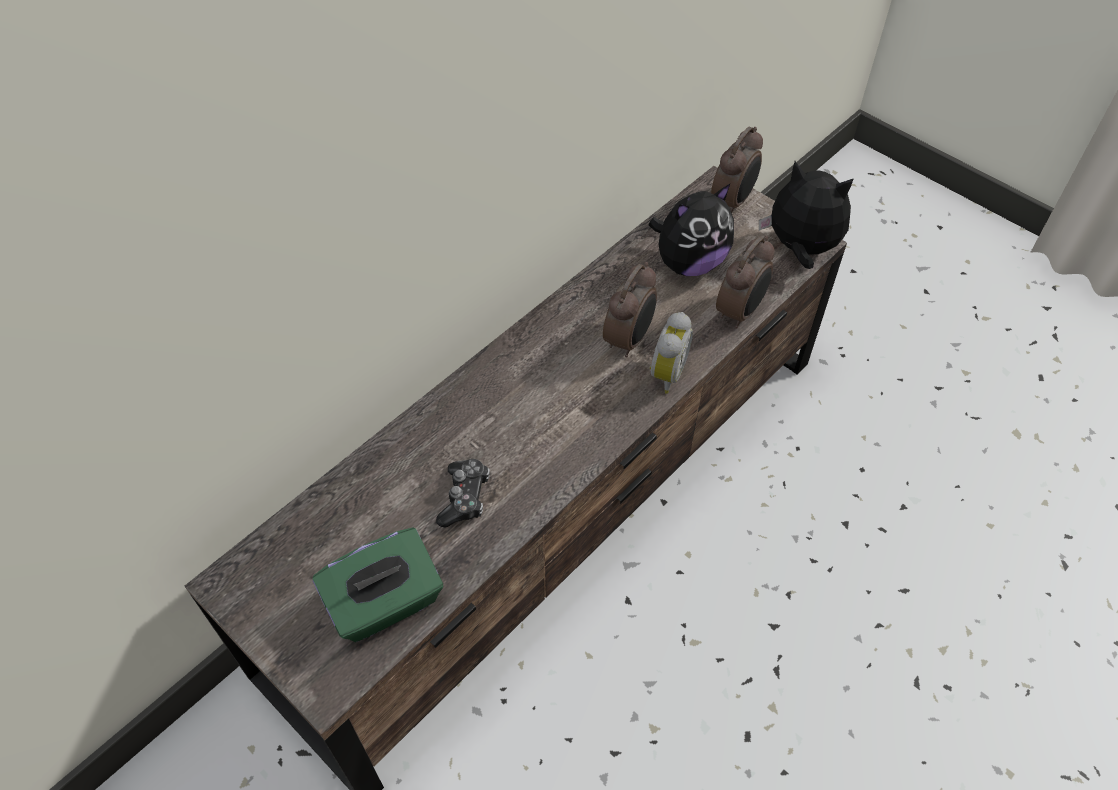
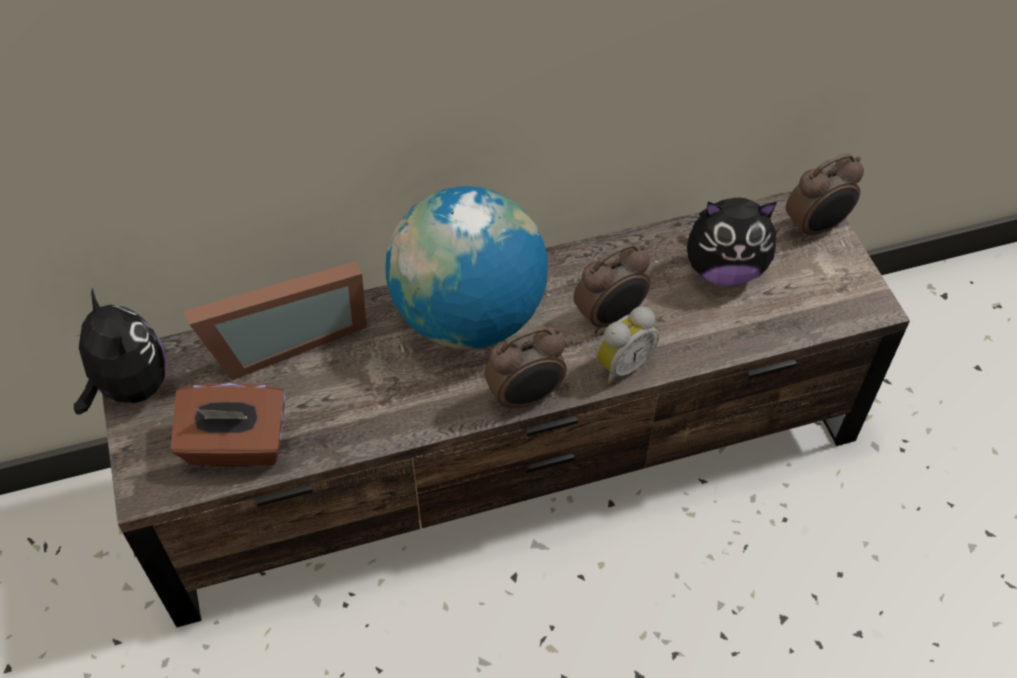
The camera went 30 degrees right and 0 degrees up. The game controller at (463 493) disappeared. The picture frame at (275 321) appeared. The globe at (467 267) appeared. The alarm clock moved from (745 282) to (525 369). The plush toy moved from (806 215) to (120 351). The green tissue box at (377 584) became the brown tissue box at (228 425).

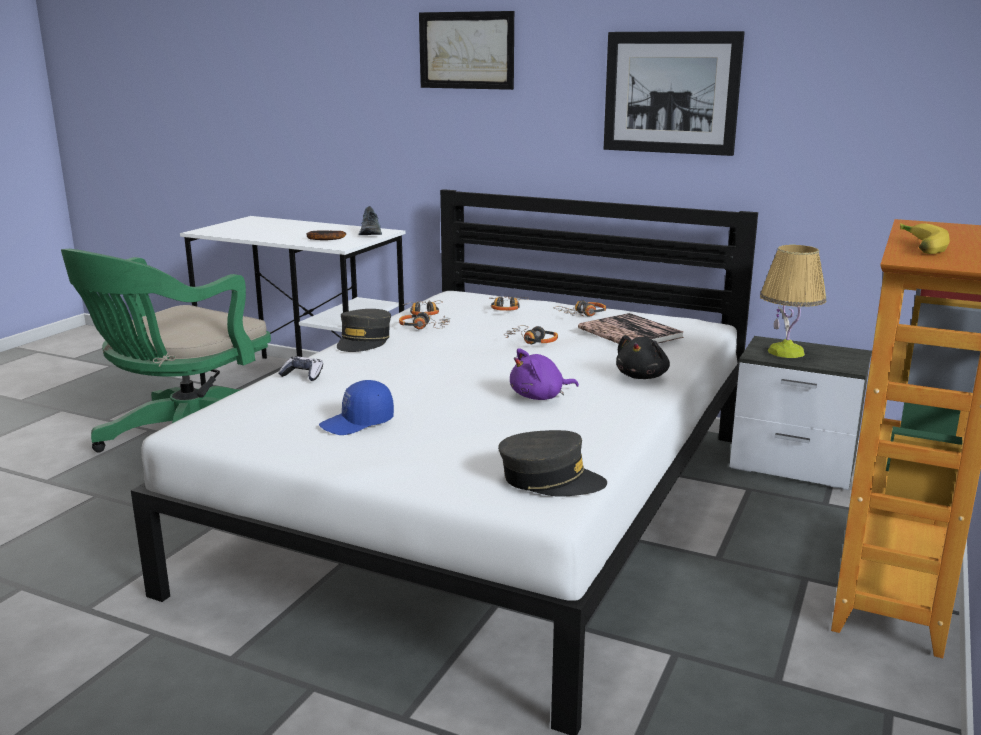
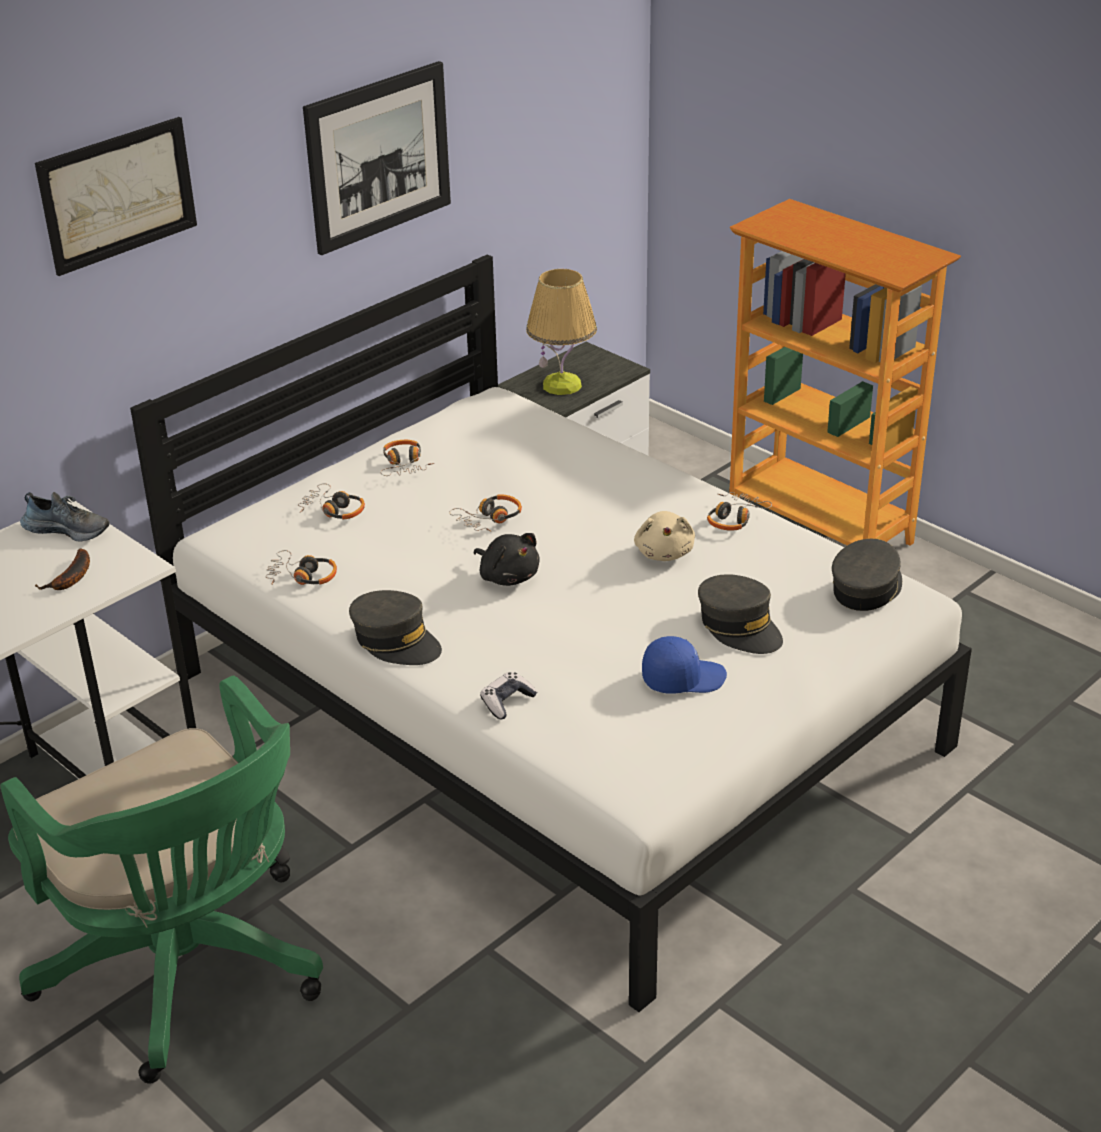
The camera went 70 degrees left and 15 degrees up. The book at (631 328) disappeared. The banana at (925 238) disappeared. The grey cap at (740 614) appeared. The headphones moved from (424 320) to (739 511). The black plush toy moved from (643 357) to (507 559). The purple plush toy at (544 374) became the beige plush toy at (664 536). The blue cap at (356 407) turned 90 degrees counterclockwise.

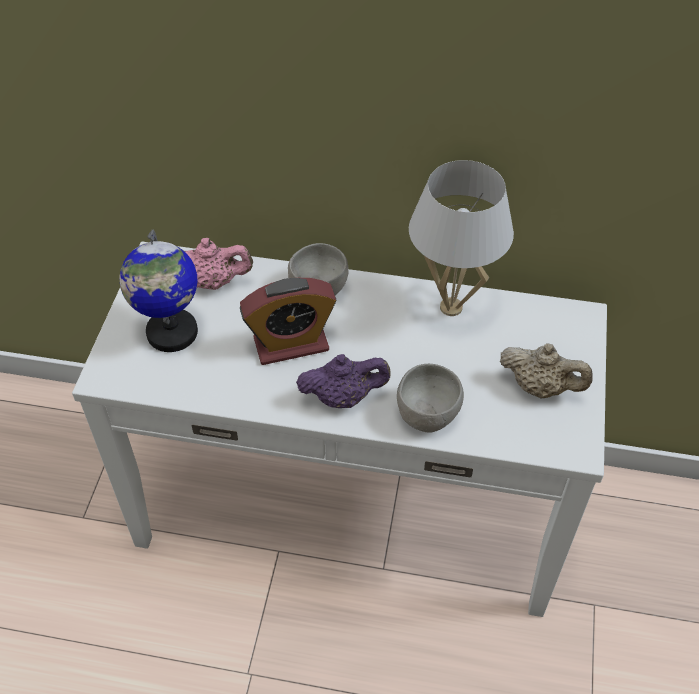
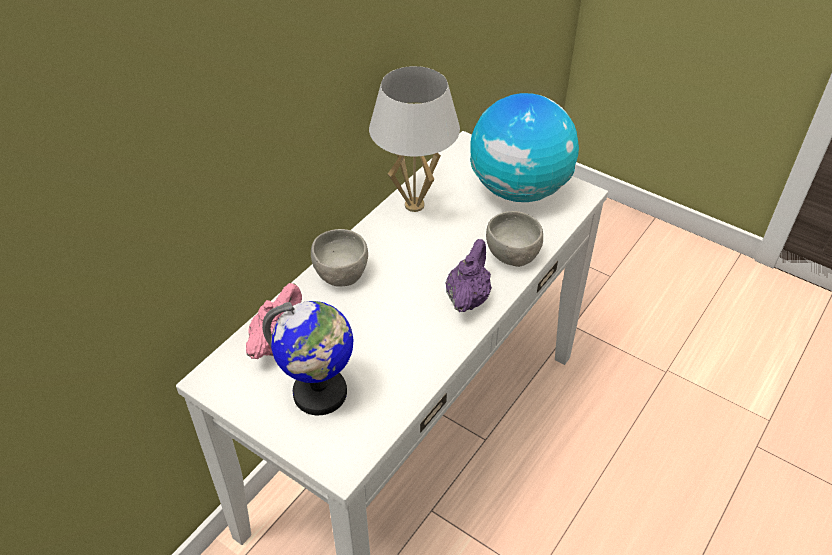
The camera went 65 degrees left and 5 degrees down. The alarm clock at (288 321) disappeared. The beige teapot at (546 370) was replaced by the globe at (524 147).

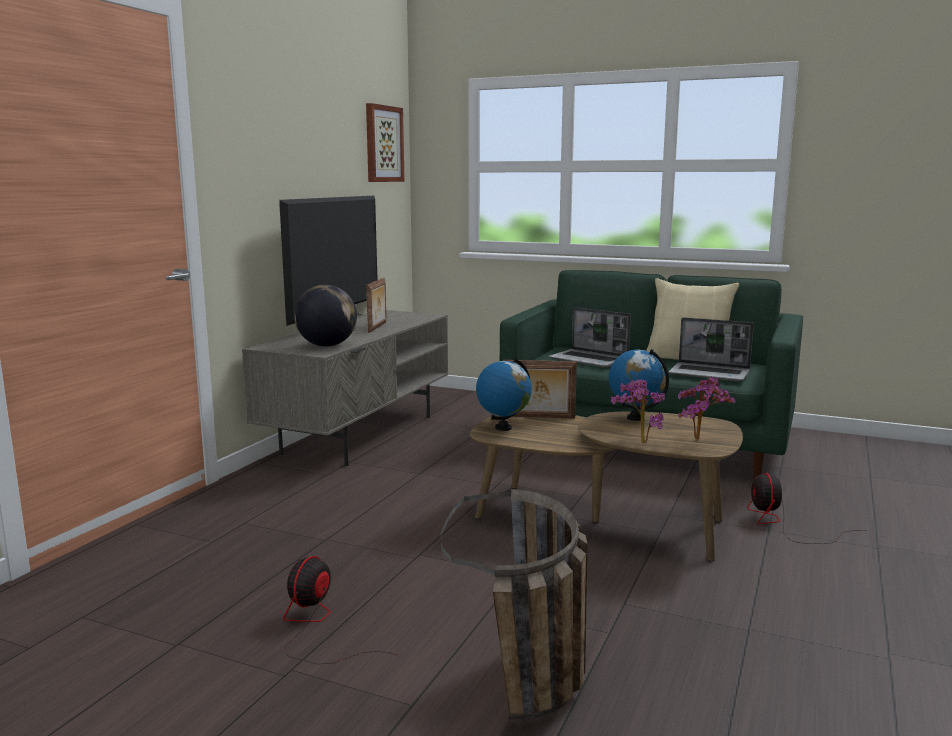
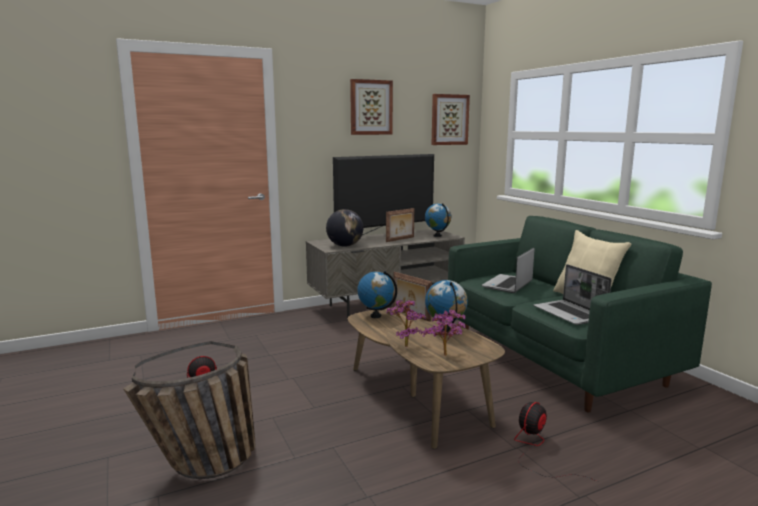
The camera went 40 degrees right and 0 degrees up. The picture at (371 107) appeared. The globe at (438 220) appeared. The laptop at (589 337) turned 45 degrees clockwise.

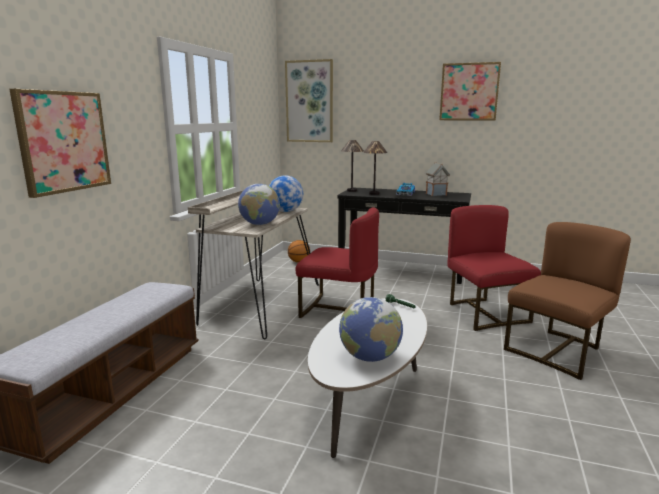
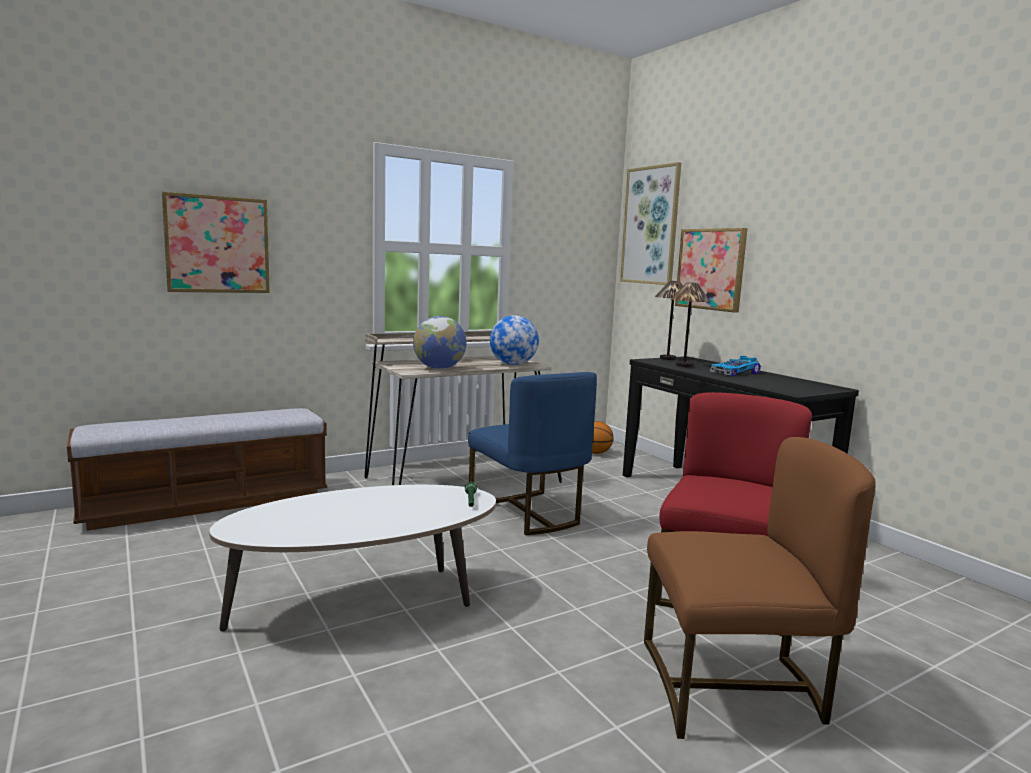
The camera went 40 degrees right and 5 degrees down. The globe at (371 329) disappeared. The toy house at (438 179) disappeared. The picture moved from (470 91) to (711 270). The red chair at (337 263) became the blue chair at (532 453).

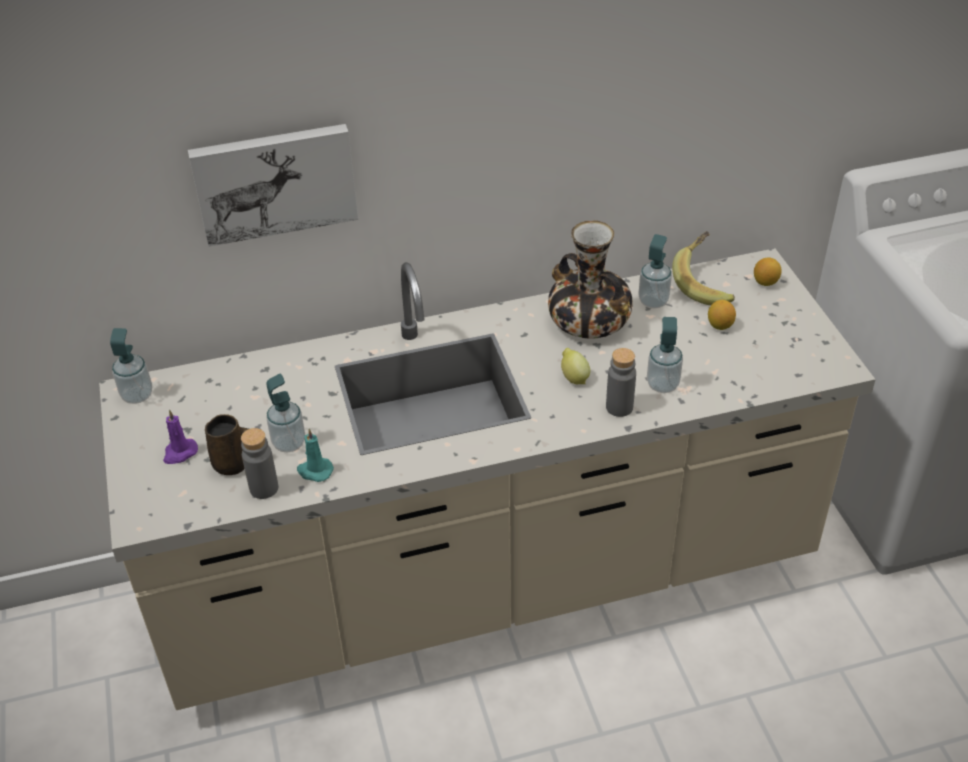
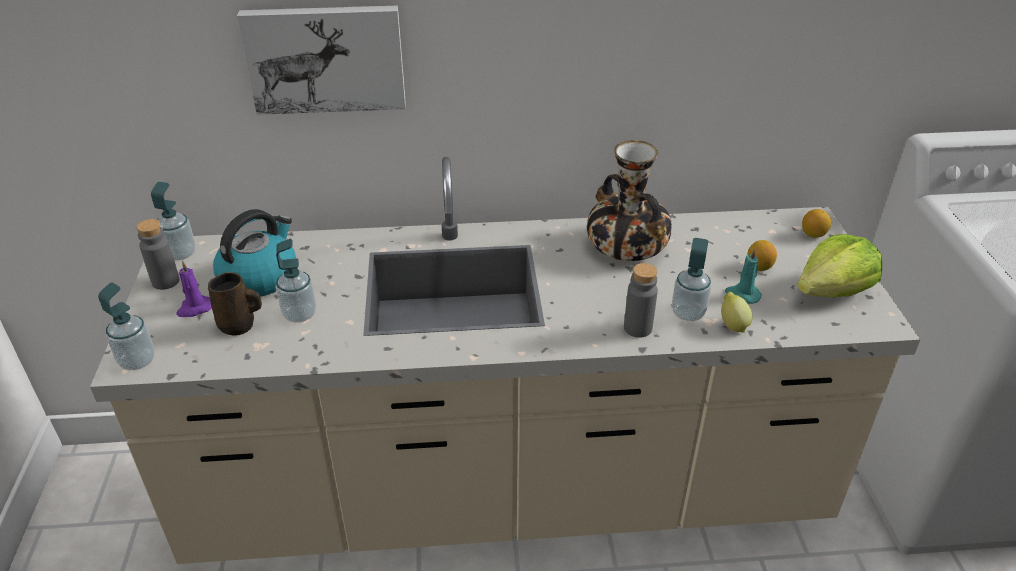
The camera went 10 degrees right and 5 degrees down. The banana at (703 268) disappeared. The kettle at (254 252) appeared. The lettuce at (839 266) appeared. The grey bottle moved from (259 463) to (158 254). The turquoise candle moved from (315 455) to (743 276). The lemon moved from (575 366) to (737 312). The soap dispenser moved from (655 271) to (126 326).

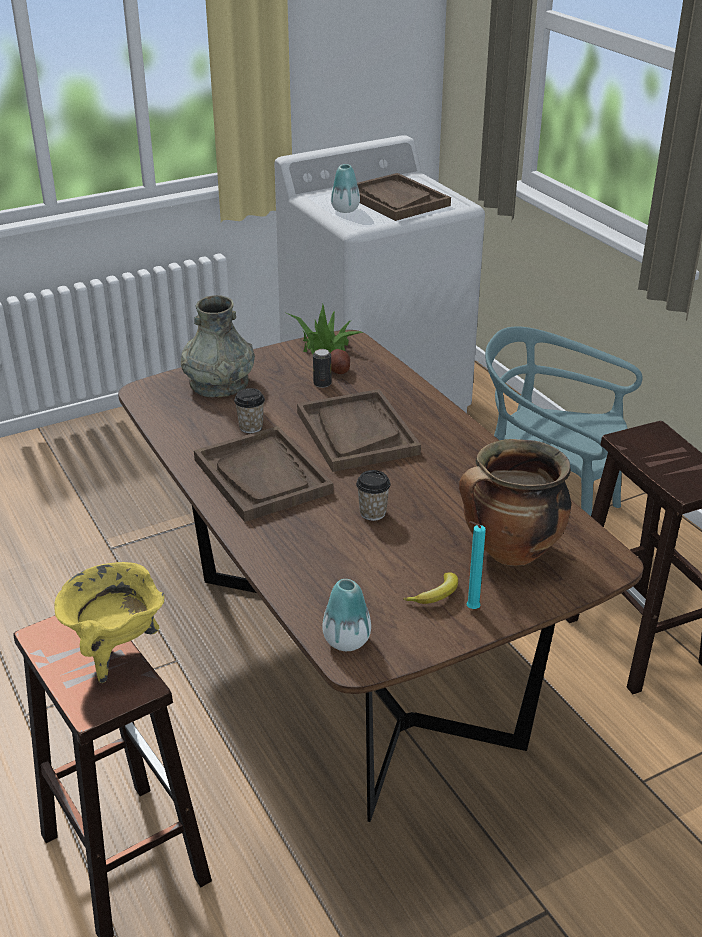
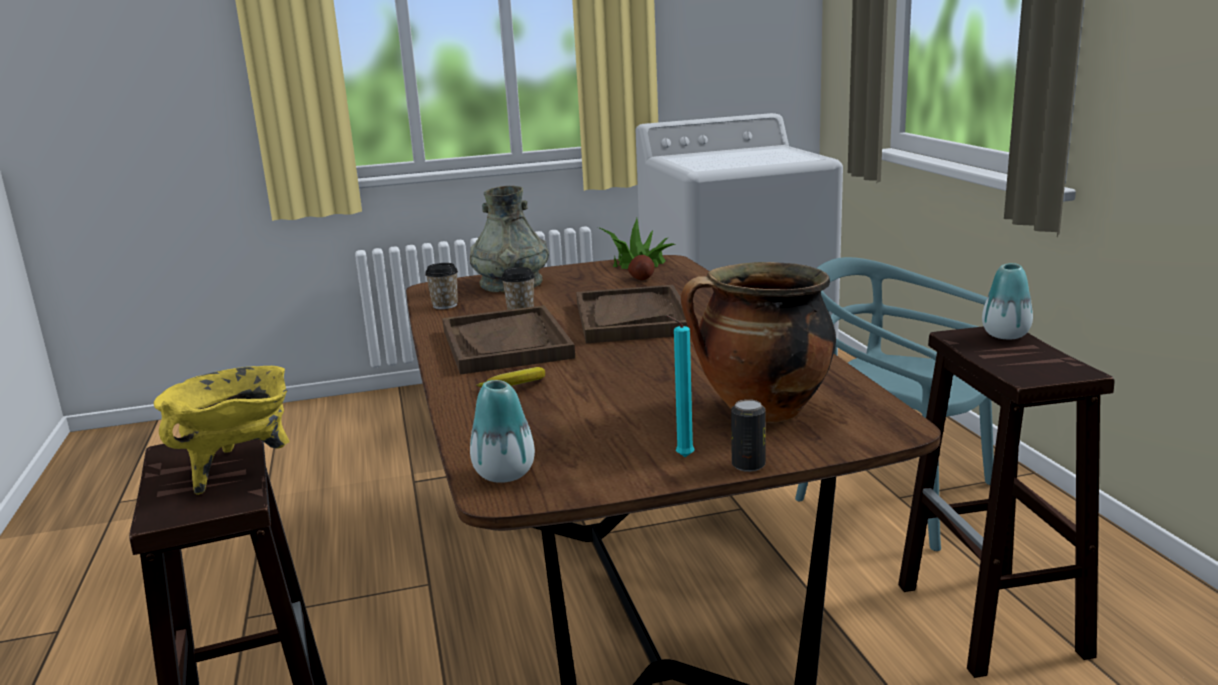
The camera went 15 degrees right and 15 degrees down. The brown tray at (404 197) disappeared. The can moved from (322 368) to (748 435). The vase moved from (345 188) to (1007 301). The cup moved from (373 495) to (441 286). The banana moved from (430 588) to (510 377).

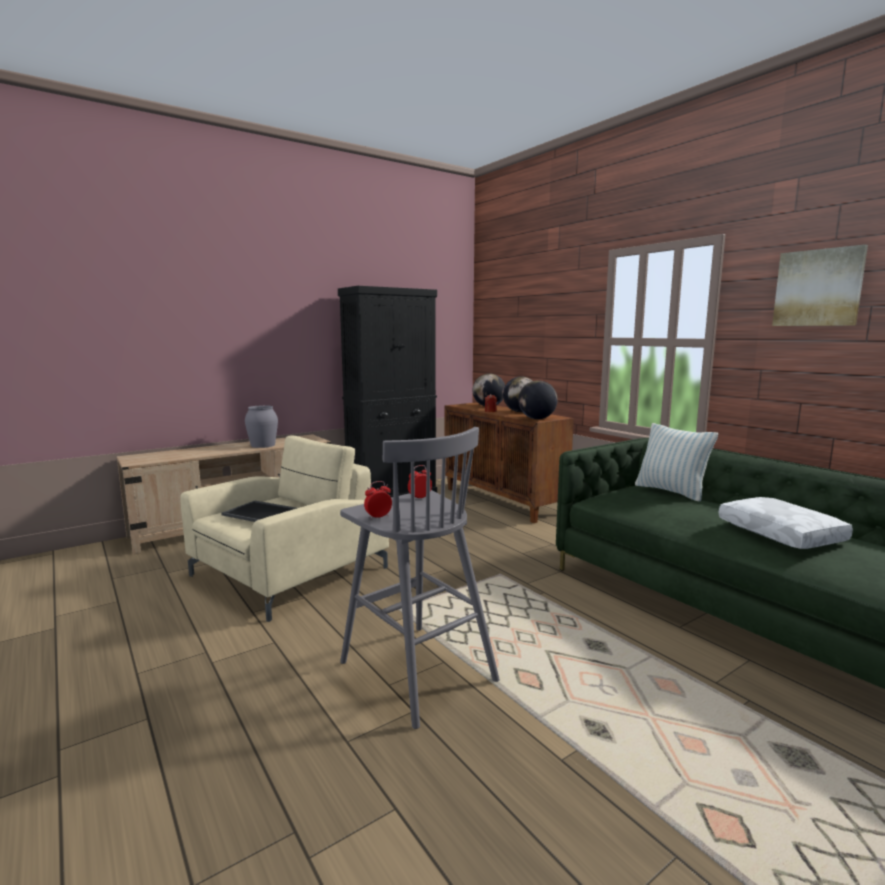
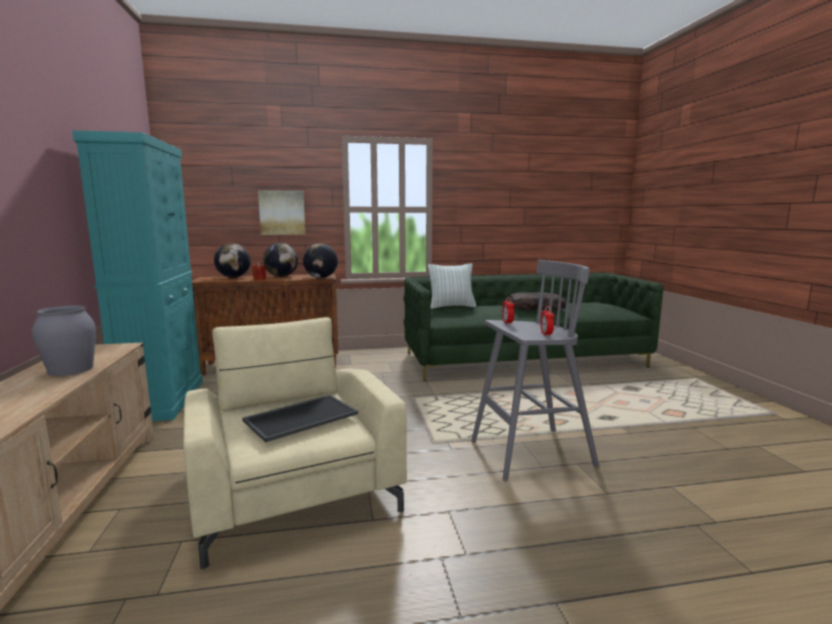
The camera went 65 degrees left and 0 degrees up. The picture moved from (820 285) to (281 212). The black cabinet at (387 391) became the turquoise cabinet at (137 275). The white pillow at (786 523) became the brown pillow at (538 301).

